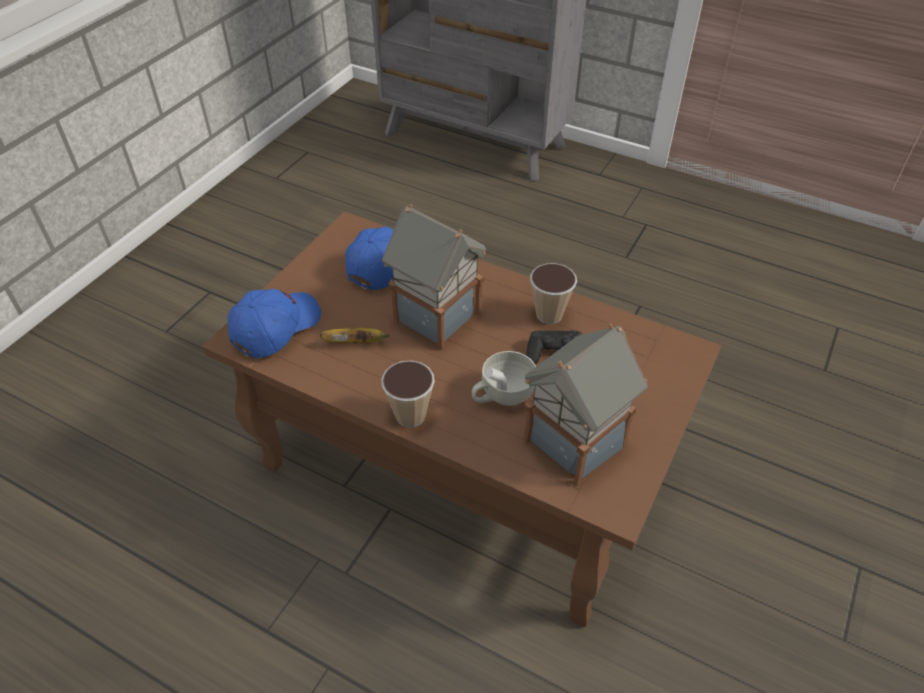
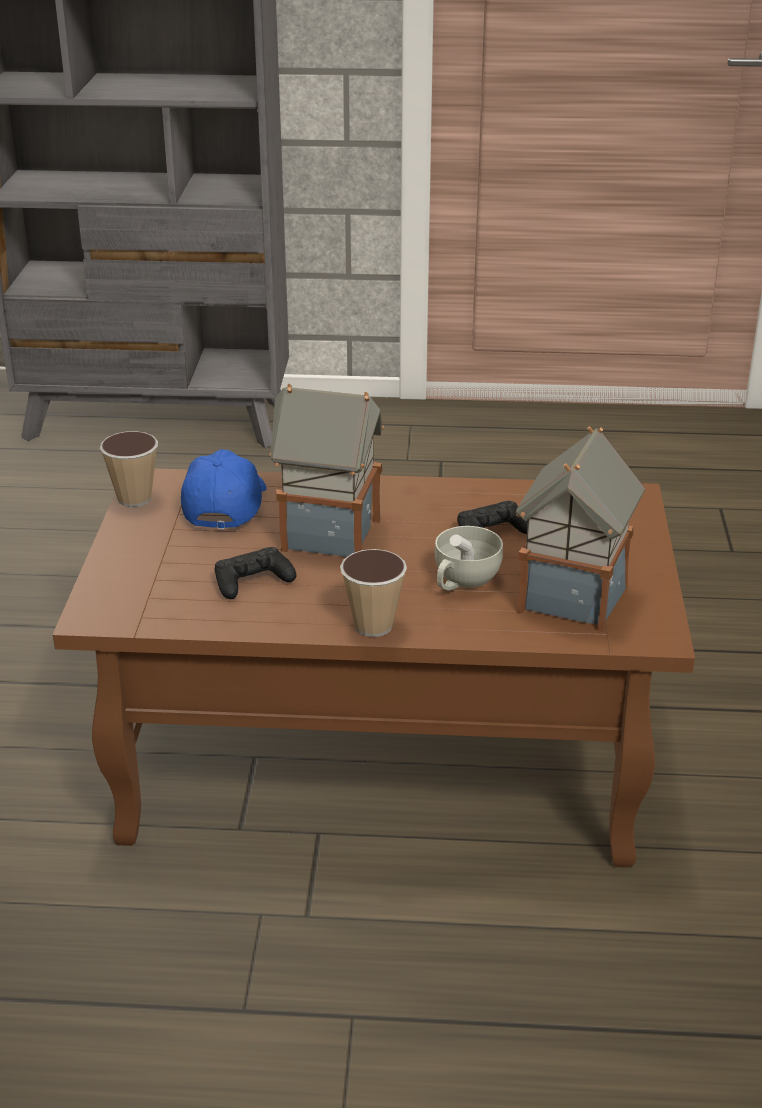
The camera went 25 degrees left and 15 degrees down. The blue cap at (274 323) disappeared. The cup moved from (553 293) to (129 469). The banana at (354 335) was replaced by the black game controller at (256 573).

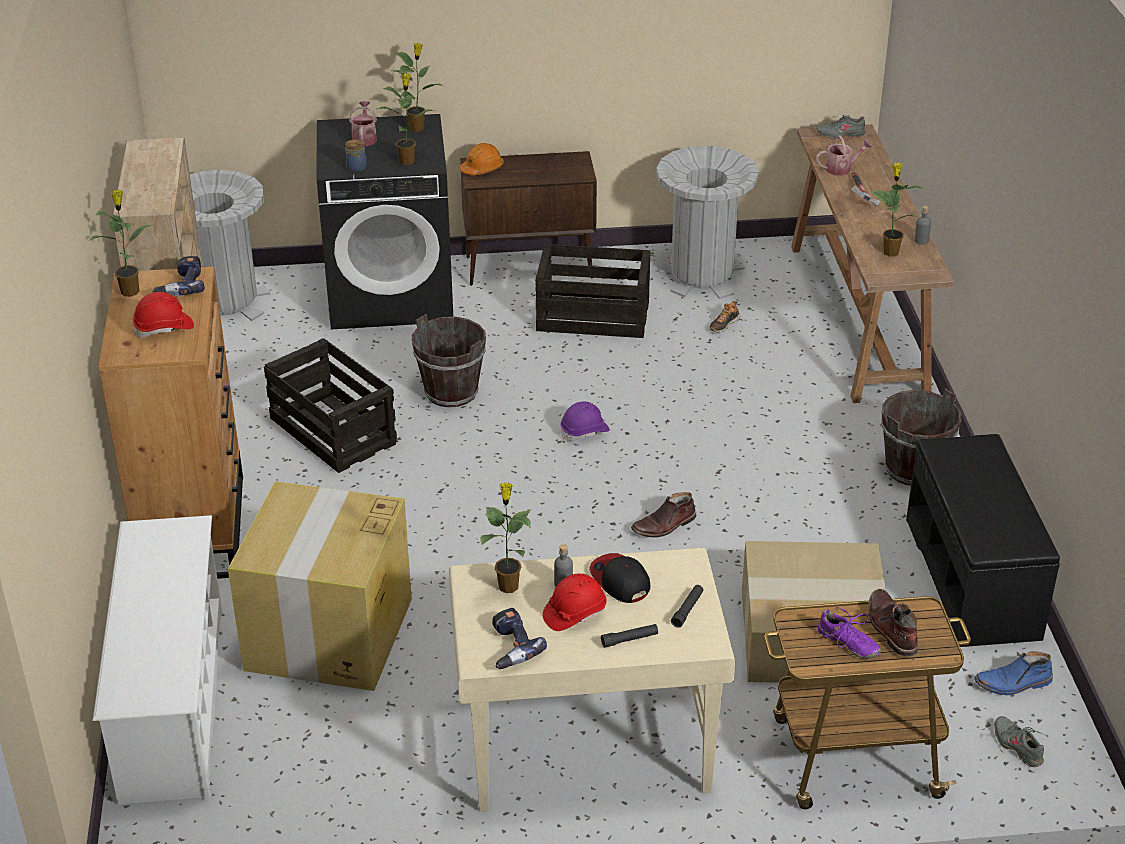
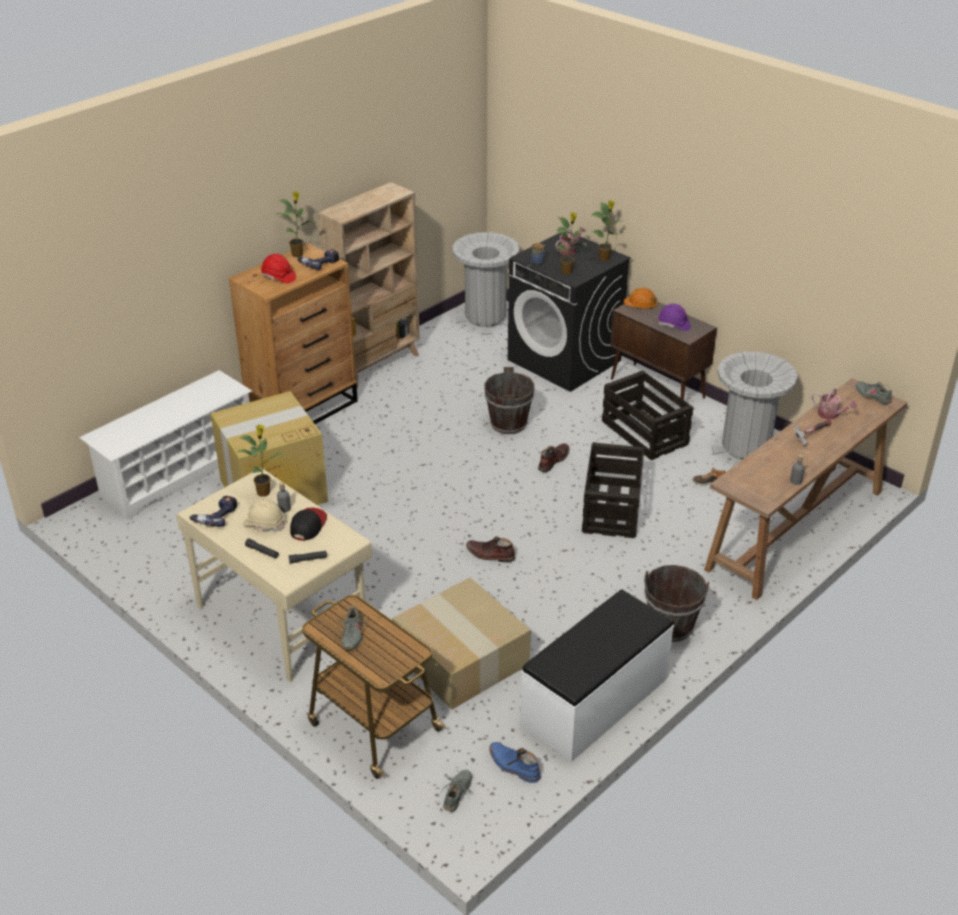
The camera went 50 degrees right and 0 degrees up. The potted plant at (898 210) disappeared. The crate moved from (330 405) to (613 490). The purple hard hat moved from (585 421) to (674 317). The brown boot moved from (893 622) to (554 457). The red hard hat at (574 602) became the beige hard hat at (264 515). The purple shoe at (849 632) became the grey shoe at (352 628). The black bench at (983 540) became the white bench at (597 676).

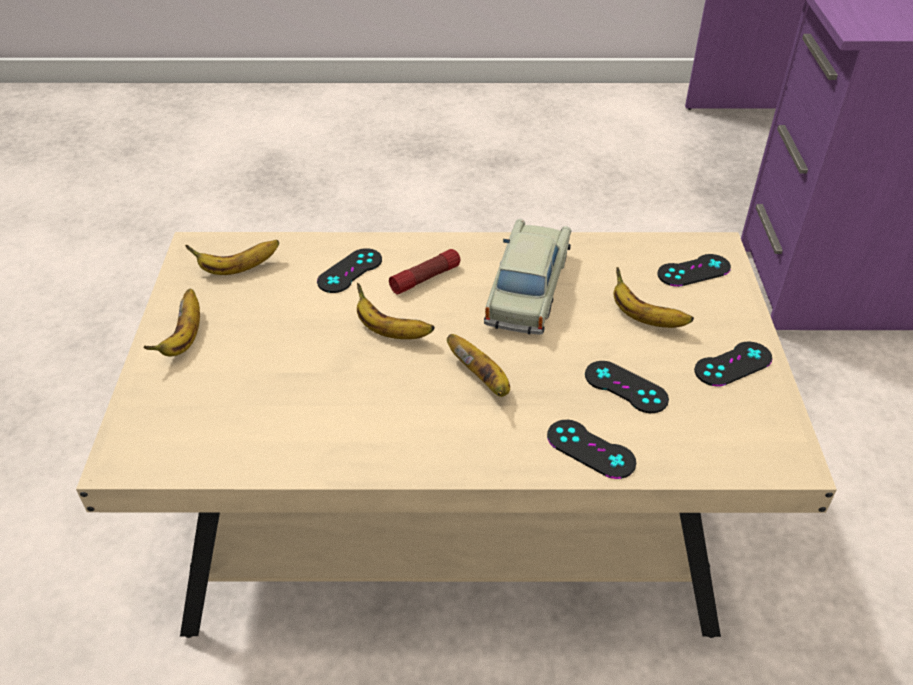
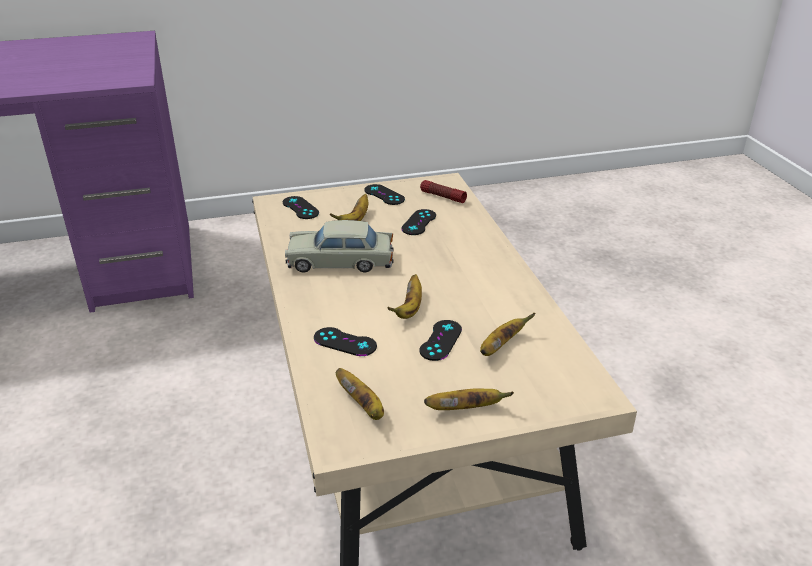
The camera went 105 degrees left and 10 degrees down. The flashlight moved from (424 271) to (443 191). The banana moved from (478 365) to (507 334). The black game controller moved from (591 449) to (440 340).

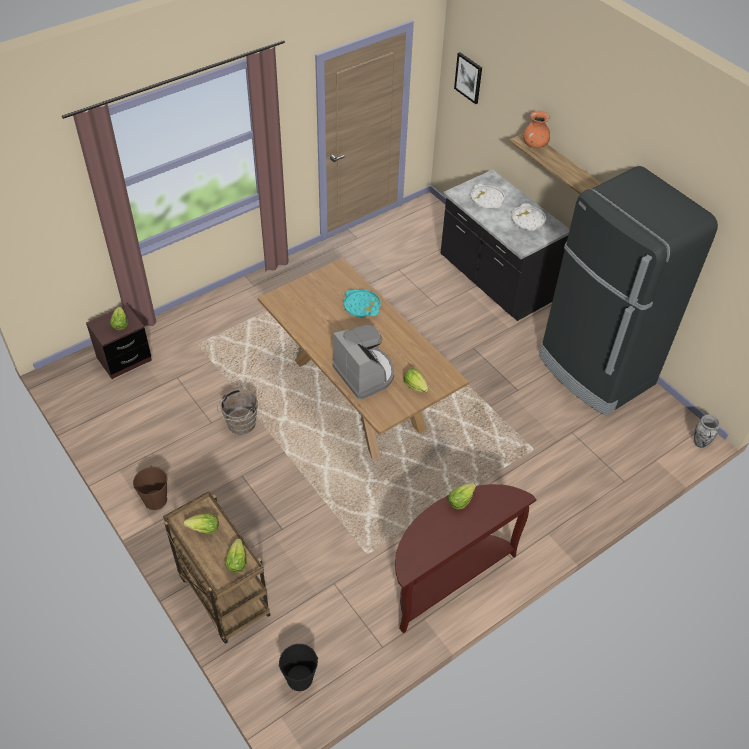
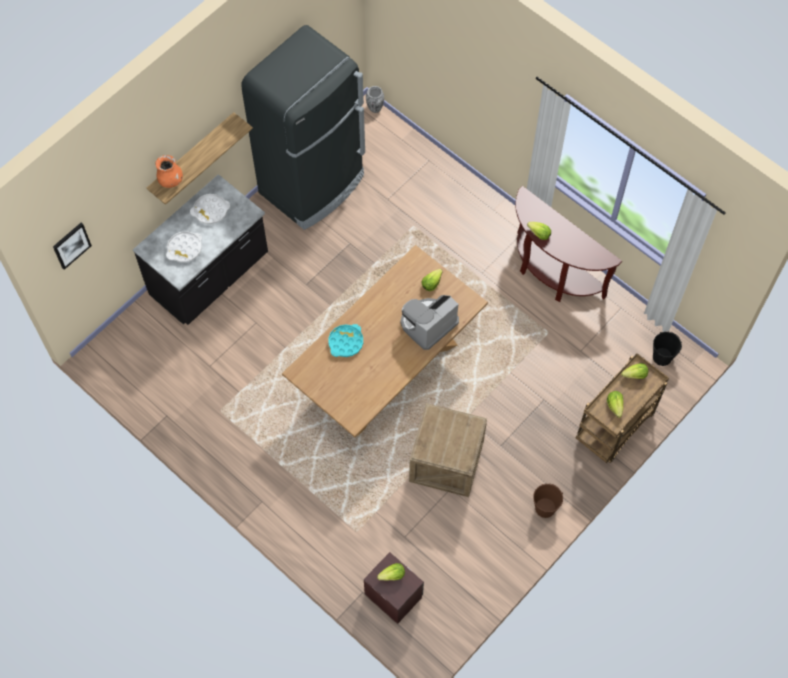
The camera went 100 degrees left and 15 degrees up. The brown bucket at (237 411) was replaced by the crate at (448 450).

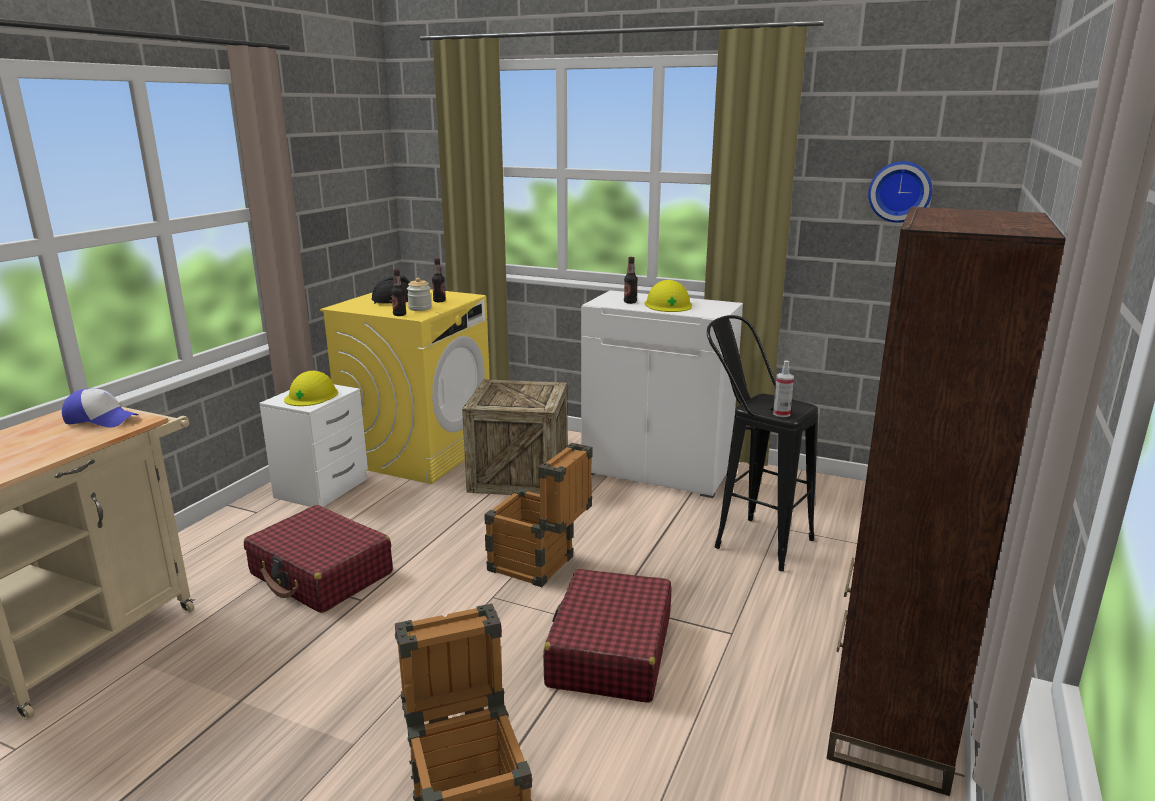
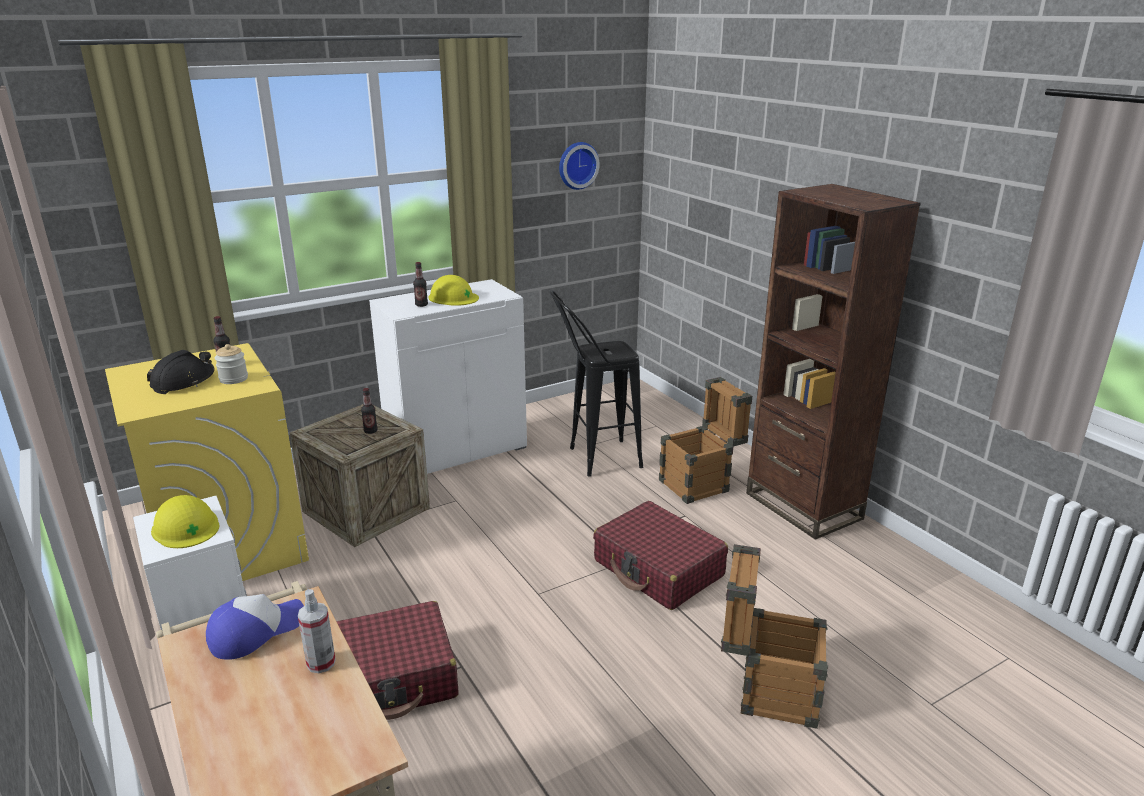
The camera went 55 degrees left and 5 degrees up. The bottle moved from (398 292) to (369 411). The crate moved from (538 515) to (705 440). The spray bottle moved from (783 388) to (317 631).

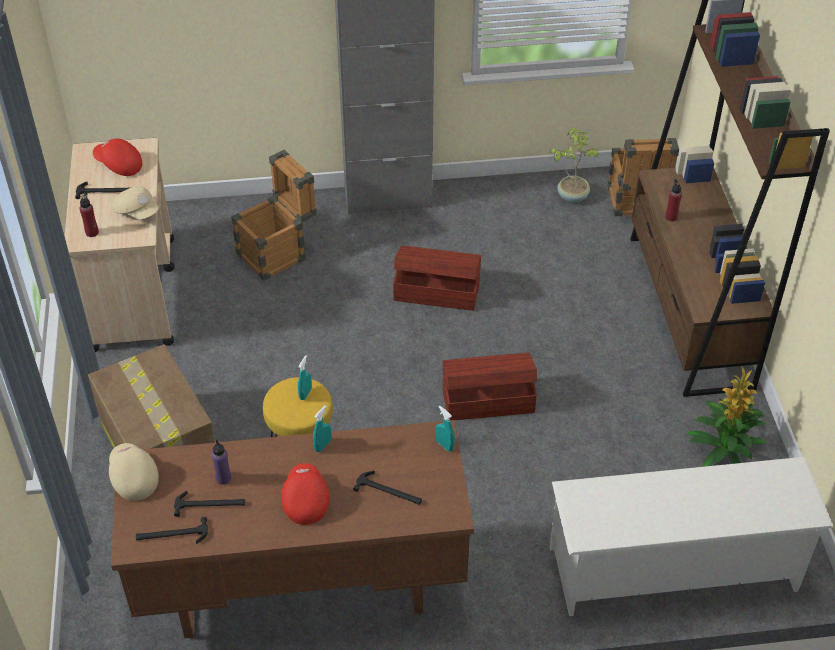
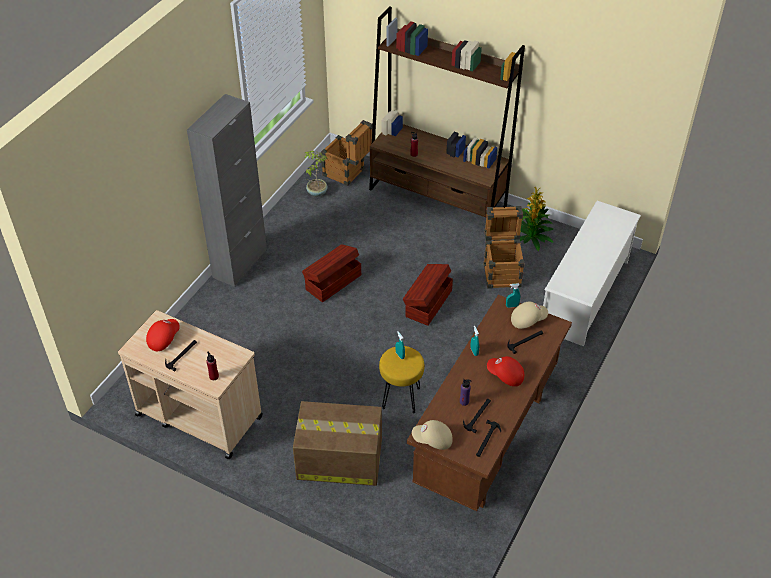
The camera went 55 degrees left and 0 degrees up. The beige cap moved from (135 202) to (529 315). The crate moved from (274 215) to (504 247). The red cap at (117 157) turned 150 degrees clockwise.

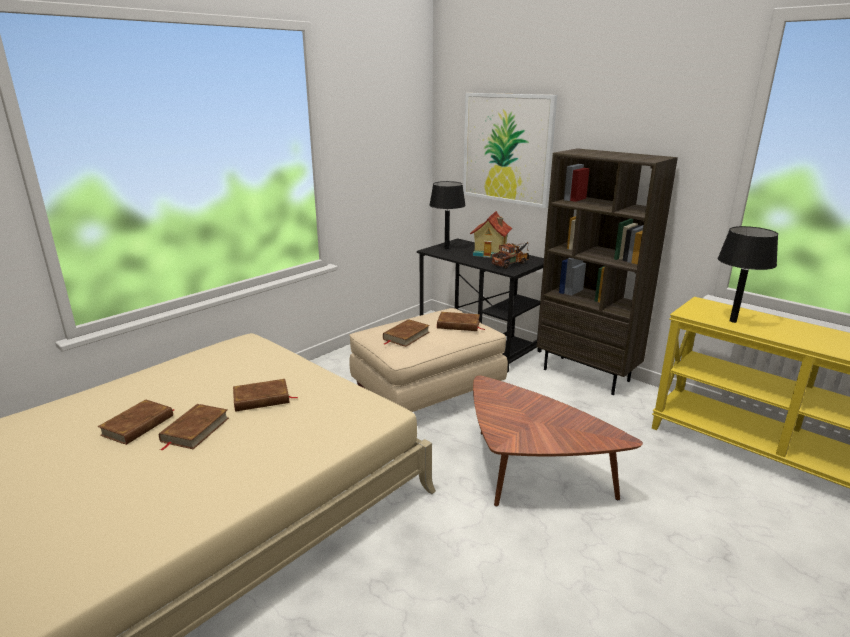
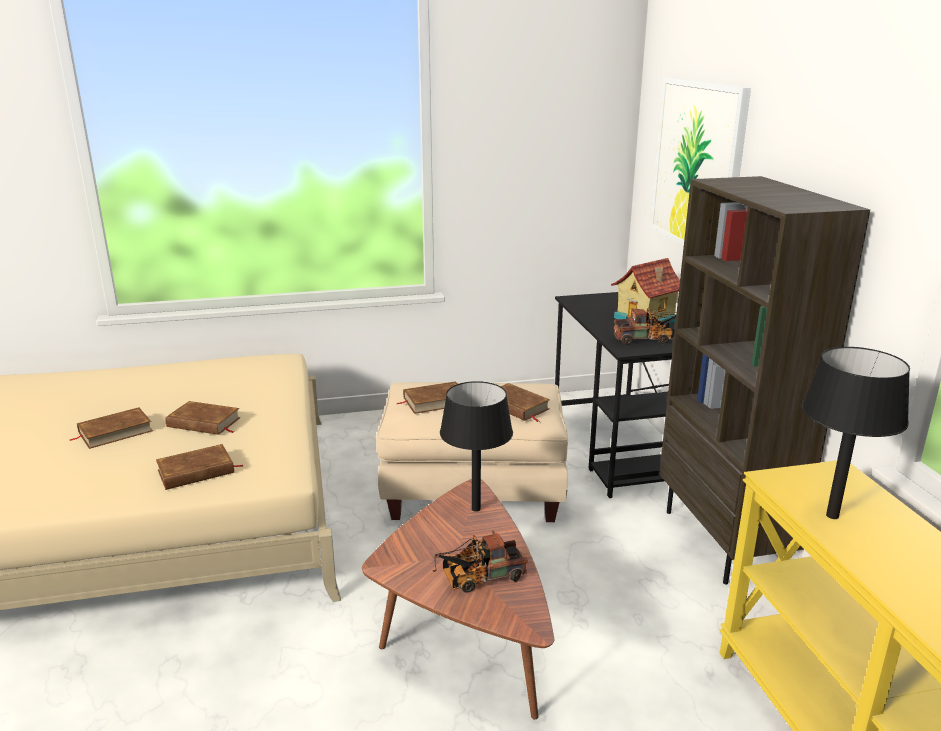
The camera went 35 degrees right and 0 degrees up. The toy truck at (480 561) appeared. The brown book moved from (136 422) to (199 467). The black table lamp moved from (447 215) to (476 446).

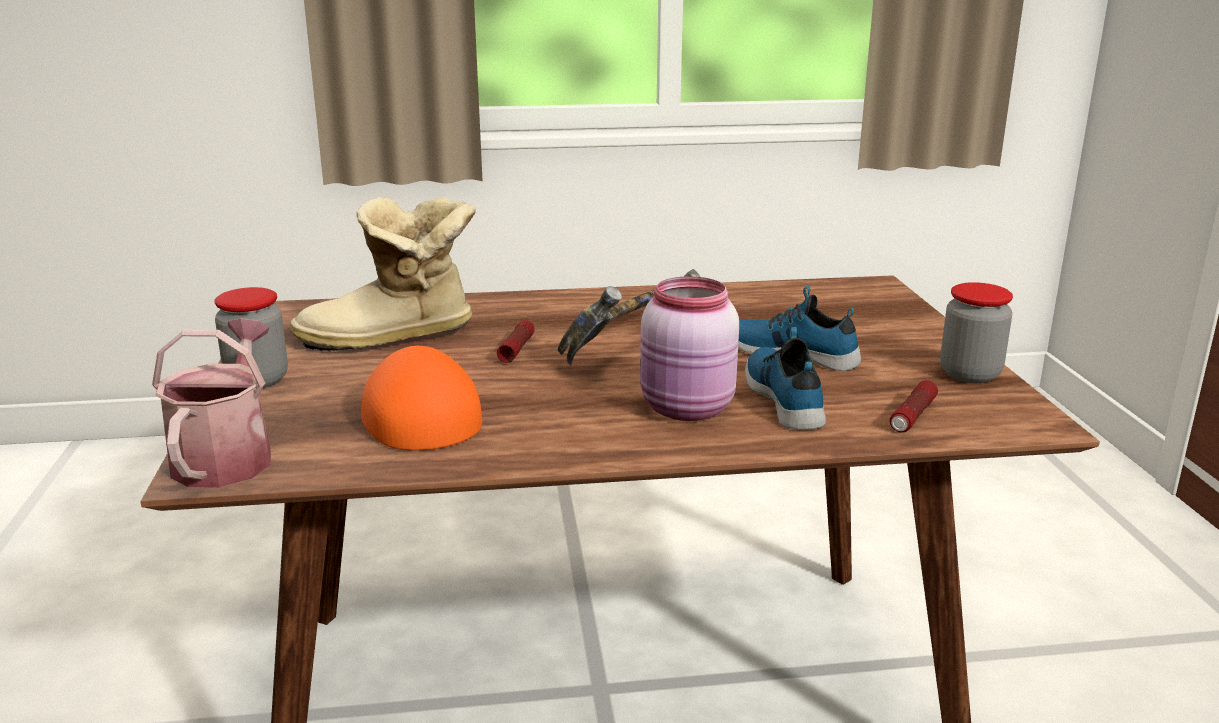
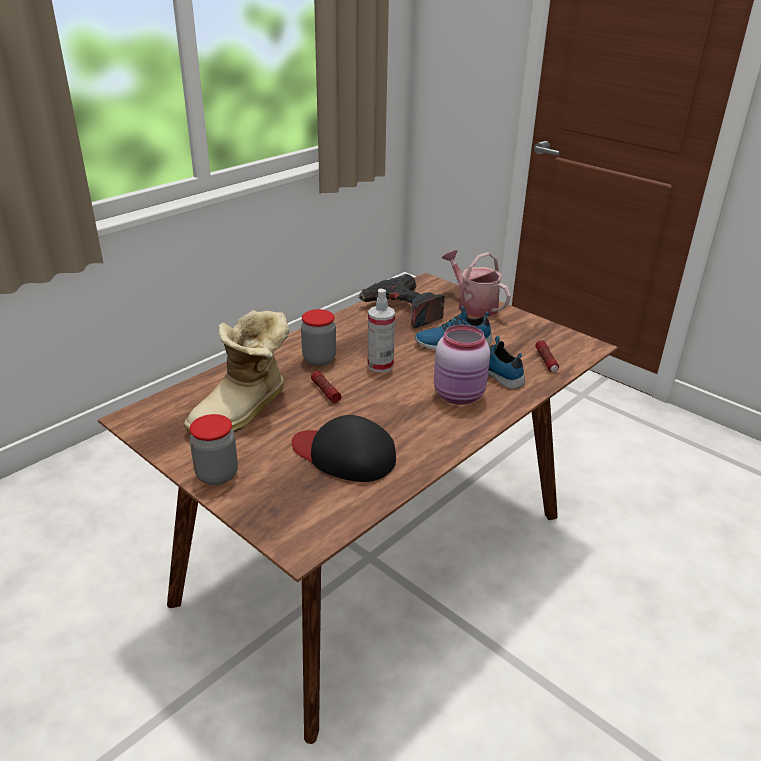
The camera went 40 degrees left and 10 degrees up. The power drill at (401 301) appeared. The watering can moved from (211 403) to (476 283). The jar moved from (976 332) to (318 337). The hammer at (629 317) was replaced by the spray bottle at (381 331). The orange cap at (421 398) became the black cap at (344 448).

